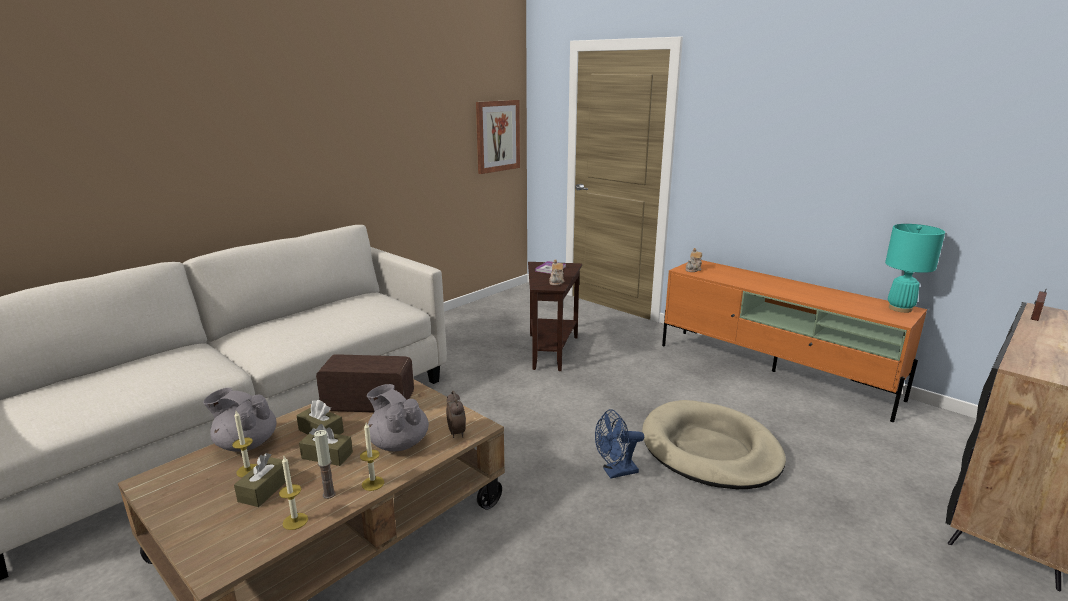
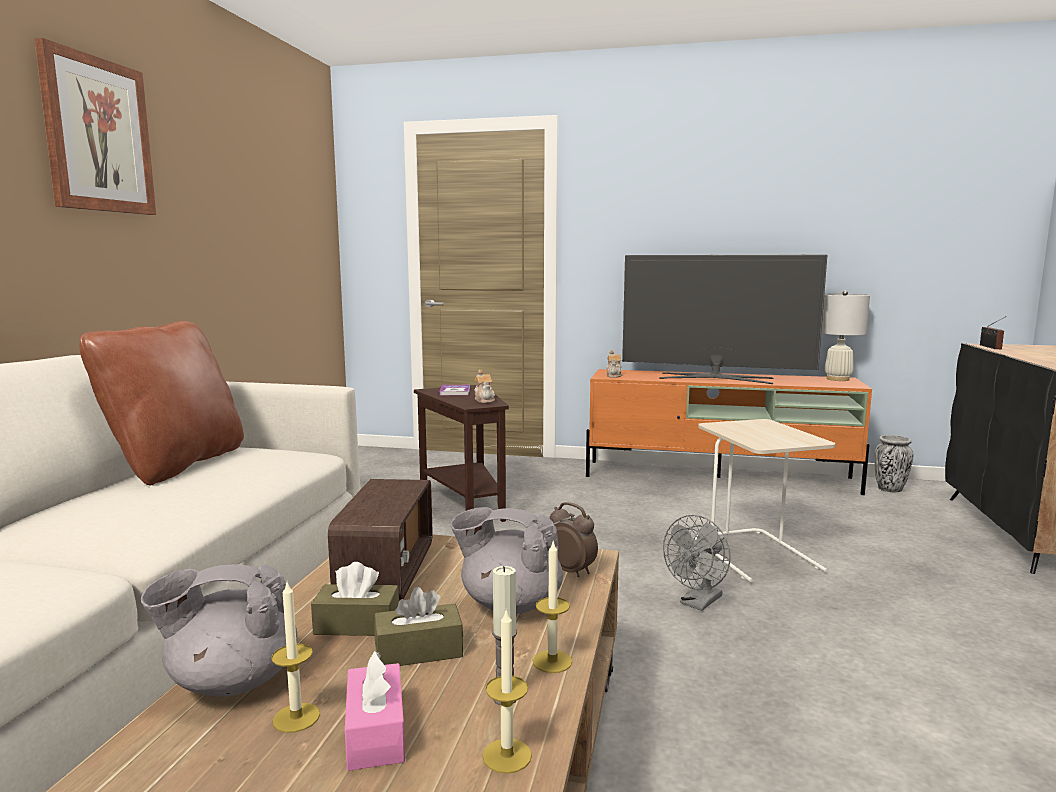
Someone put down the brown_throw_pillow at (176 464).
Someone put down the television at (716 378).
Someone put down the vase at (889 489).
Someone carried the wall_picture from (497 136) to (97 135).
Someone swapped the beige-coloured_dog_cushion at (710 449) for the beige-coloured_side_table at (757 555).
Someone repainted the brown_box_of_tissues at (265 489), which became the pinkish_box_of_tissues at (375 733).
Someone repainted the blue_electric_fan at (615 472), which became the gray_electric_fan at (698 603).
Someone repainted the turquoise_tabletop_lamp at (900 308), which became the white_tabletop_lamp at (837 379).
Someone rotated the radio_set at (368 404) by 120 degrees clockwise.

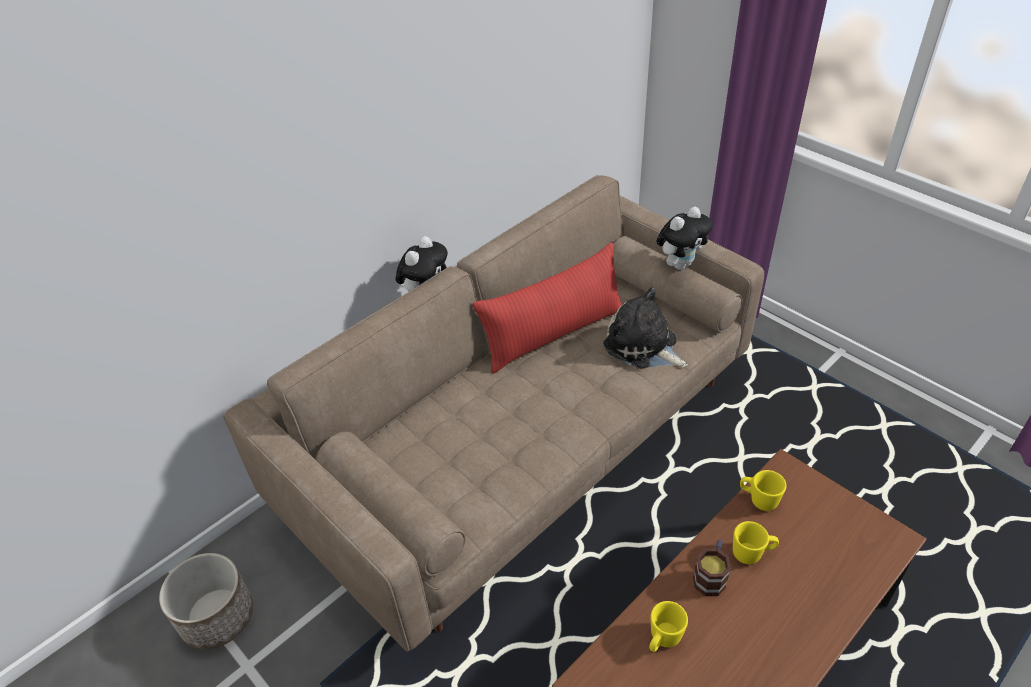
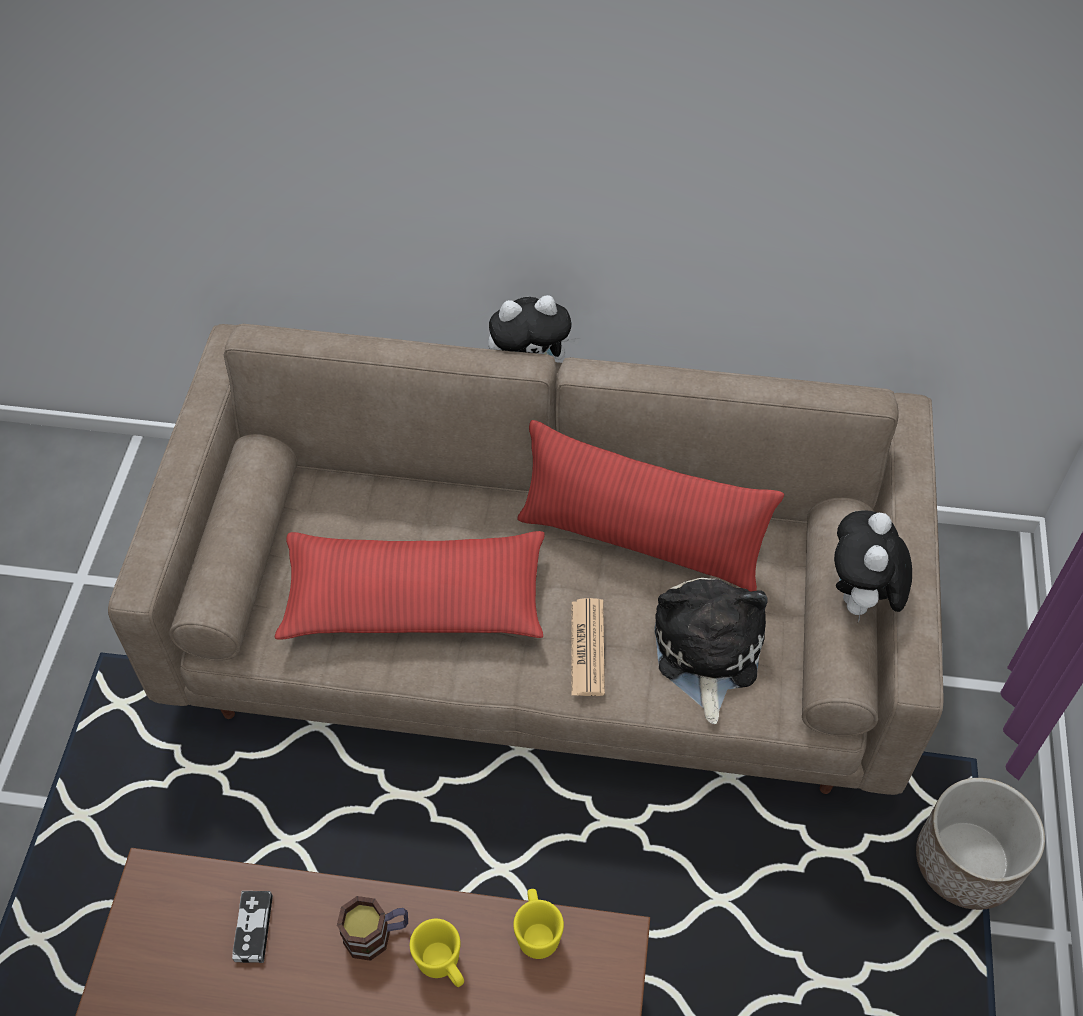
Someone put down the red_throw_pillow at (415 600).
Someone put down the newspaper at (587 648).
Someone carried the planter from (218 617) to (967 862).
Someone swapped the yellow-coloured_tea_mug at (662 639) for the game_controller at (253 928).
Someone rotated the soft_toy at (680 264) by 90 degrees clockwise.

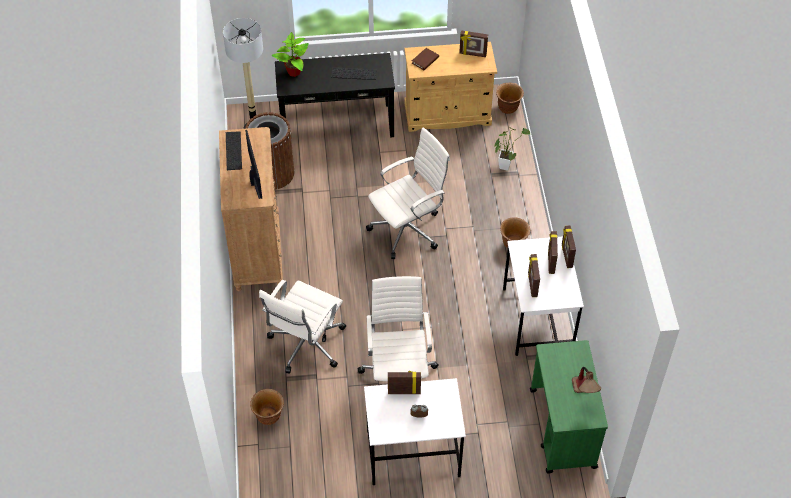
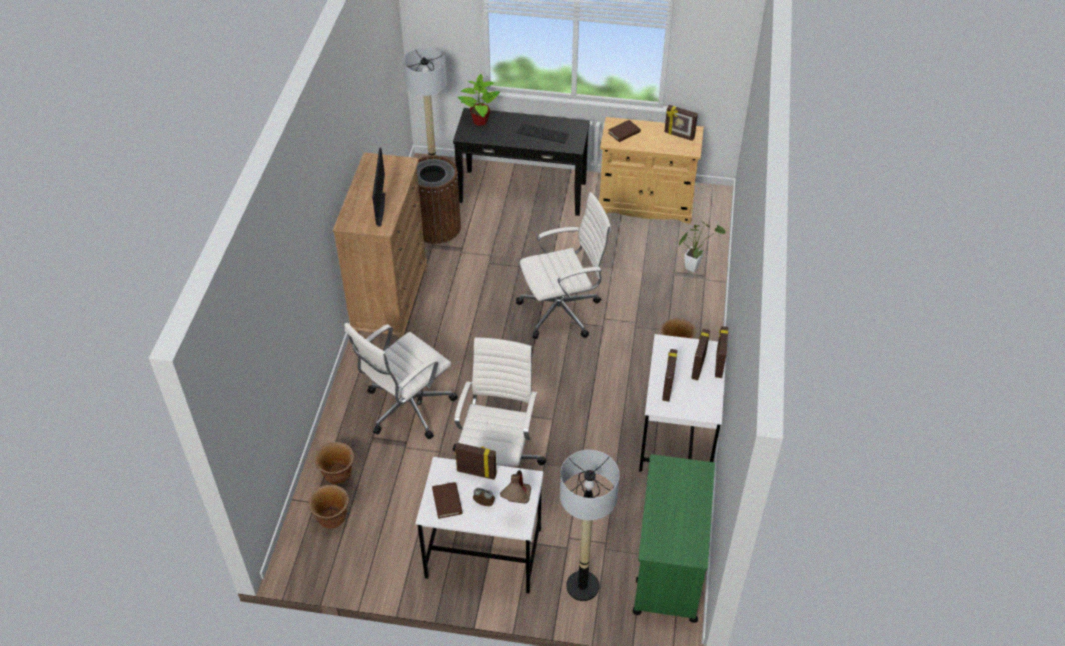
Someone took away the computer_keyboard at (232 150).
Someone put down the brown_volume at (447 501).
Someone put down the standard_lamp at (582 586).
Someone carried the brown_planter from (508 108) to (332 518).
Someone carried the tabletop_lamp from (584 394) to (517 505).

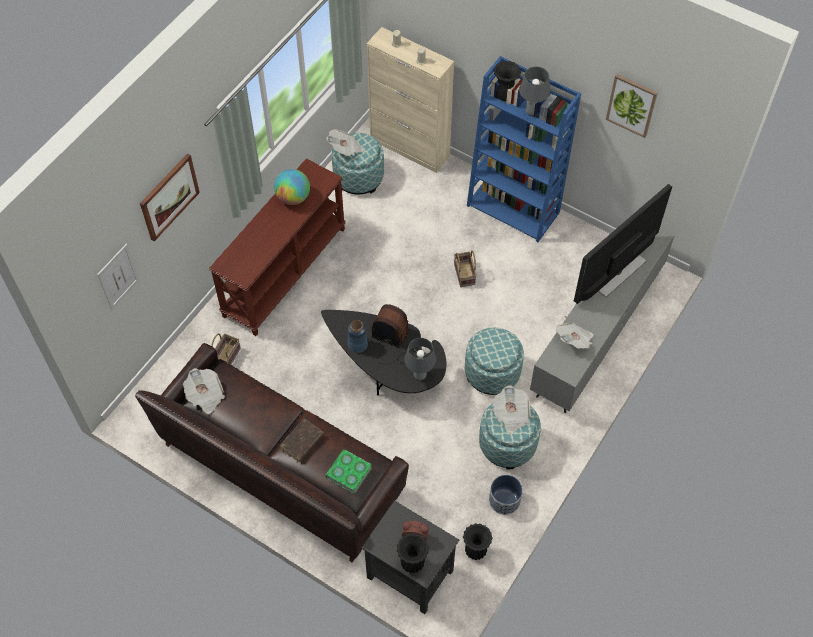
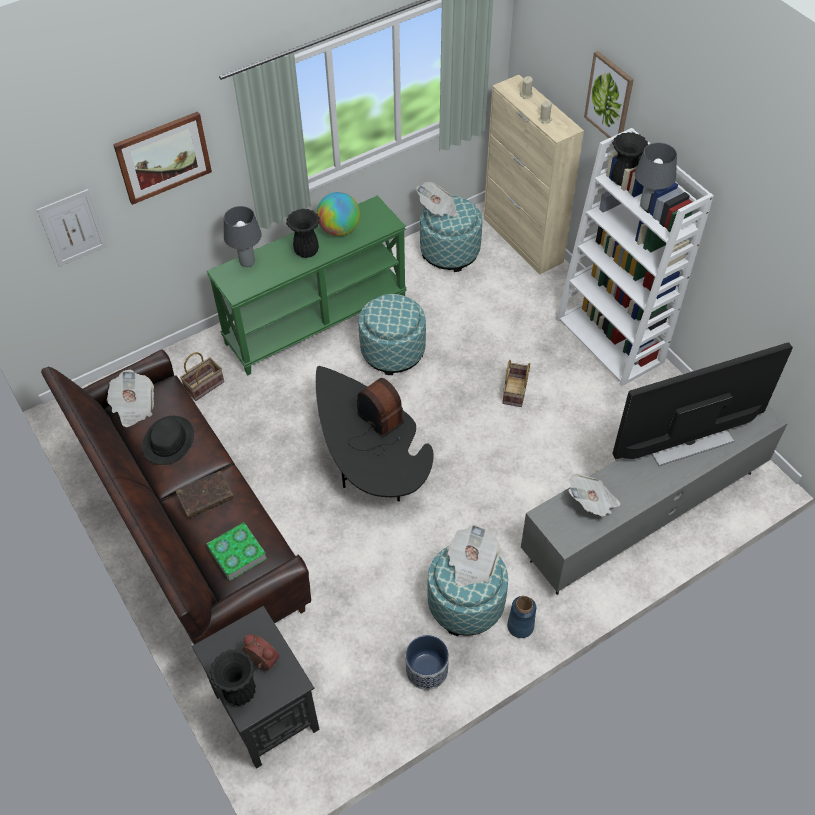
Someone put down the black_clothing_hat at (168 441).
Someone carried the blue_vase from (357 344) to (520 626).
Someone carried the gray_tabletop_lamp from (419 375) to (247 263).
Someone carried the black_vase from (475 551) to (306 252).
Someone carried the footrest from (492 373) to (393 351).
Someone carried the wall_picture from (631 105) to (609 98).
Someone repainted the brown_console_table at (284 271), which became the greenish_console_table at (316 319).
Someone repainted the blue_bookcase at (514 209), which became the white_bookcase at (611 341).

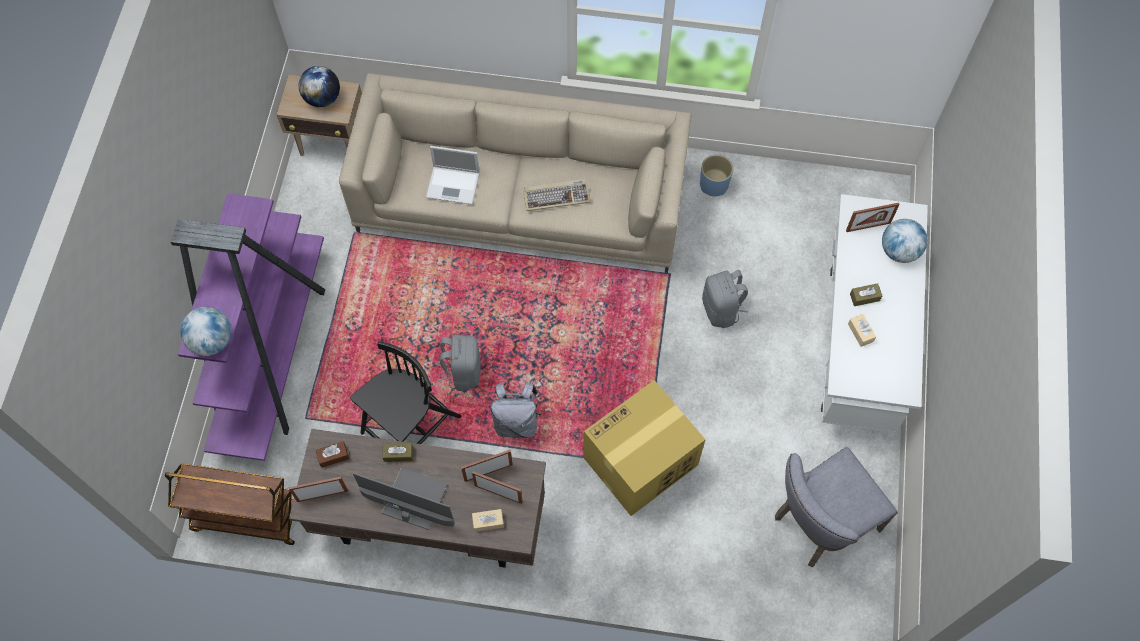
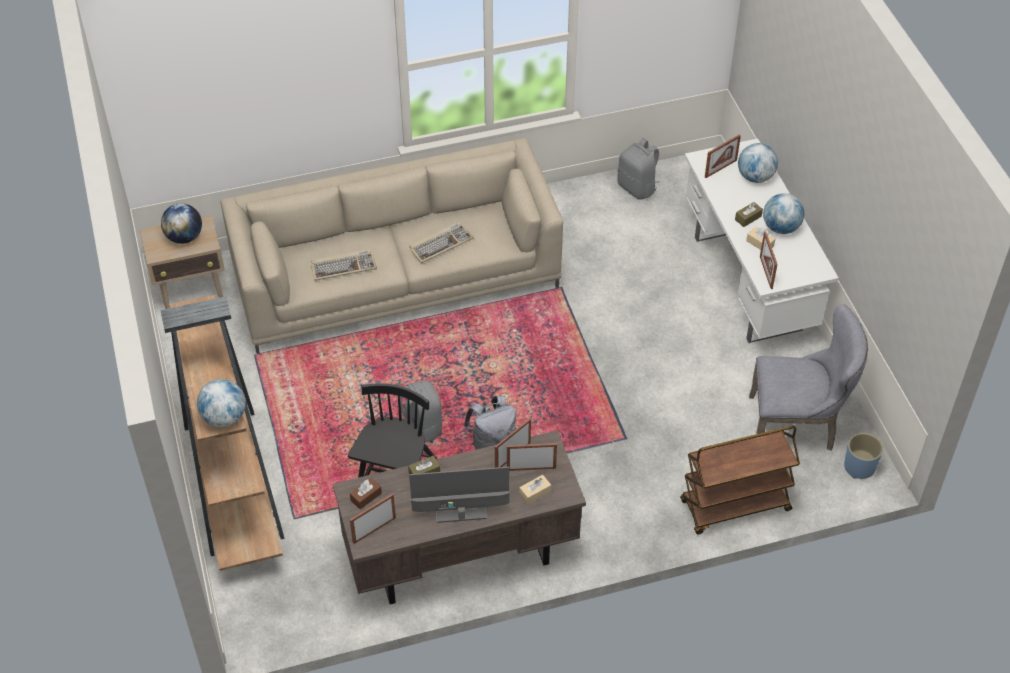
Someone took away the carton at (639 462).
Someone put down the standing_frame at (766 272).
Someone put down the world_globe at (781 228).
Someone carried the brown_wheeled_cart from (246 517) to (734 507).
Someone carried the blue_planter from (714 184) to (859 467).
Someone carried the gray_backpack from (721 310) to (637 188).
Someone swapped the portable_computer at (454 185) for the computer_keyboard at (343 266).
Someone repainted the purplish_bookcase at (273 352), which became the brown_bookcase at (231 478).
Someone rotated the gray_plain_chair at (819 524) by 120 degrees counterclockwise.

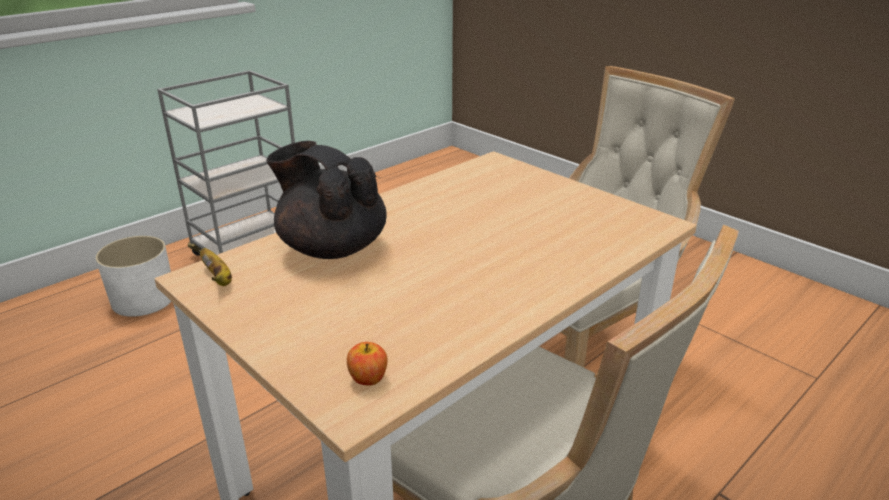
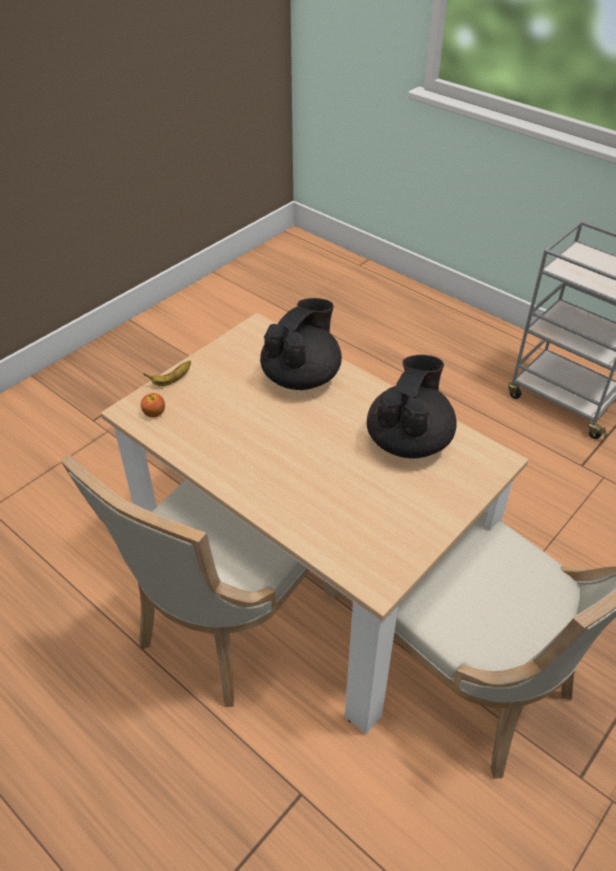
Someone took away the white_planter at (144 299).
Someone put down the black_pot_for_tea at (409 440).
Someone carried the banana from (219 278) to (171 380).

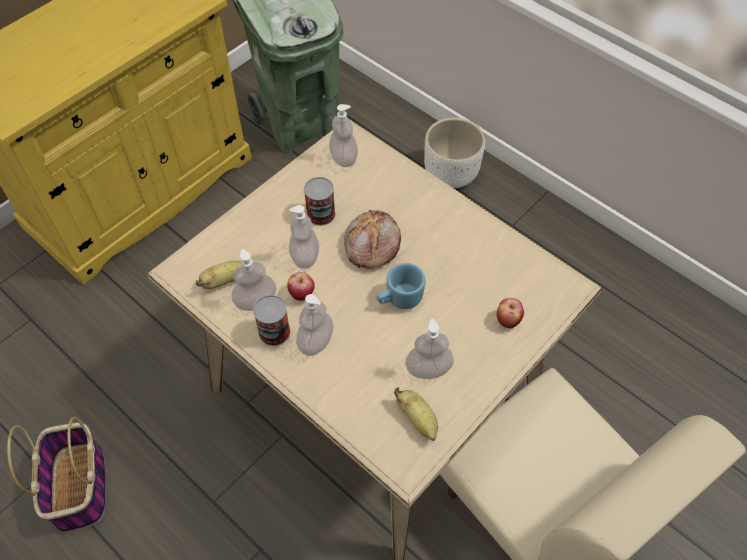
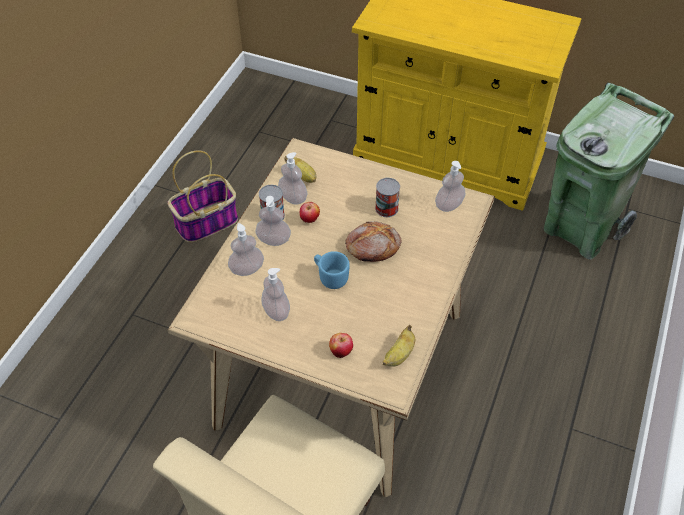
Someone took away the white_planter at (450 174).
Someone carried the soap_dispenser from (305 256) to (247 269).
Someone carried the banana from (418 420) to (399 355).

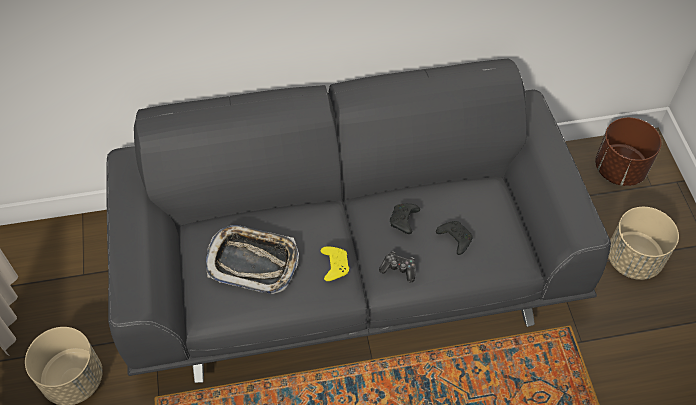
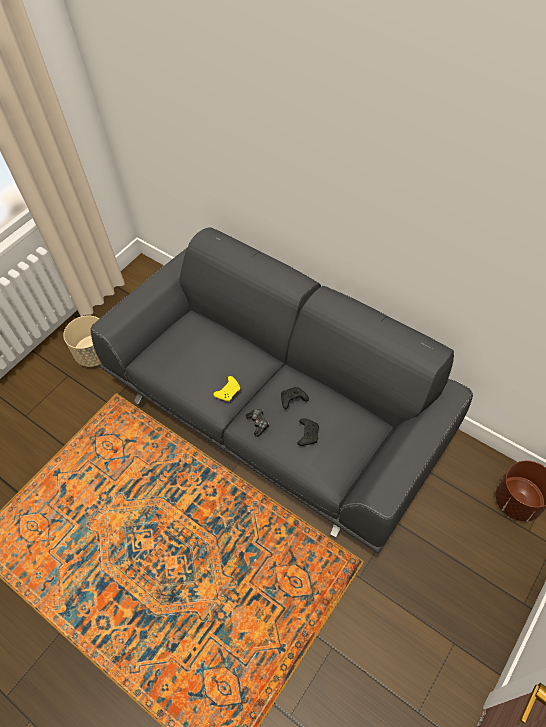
Someone took away the tray at (253 262).
Someone took away the beige-coloured_planter at (633 259).

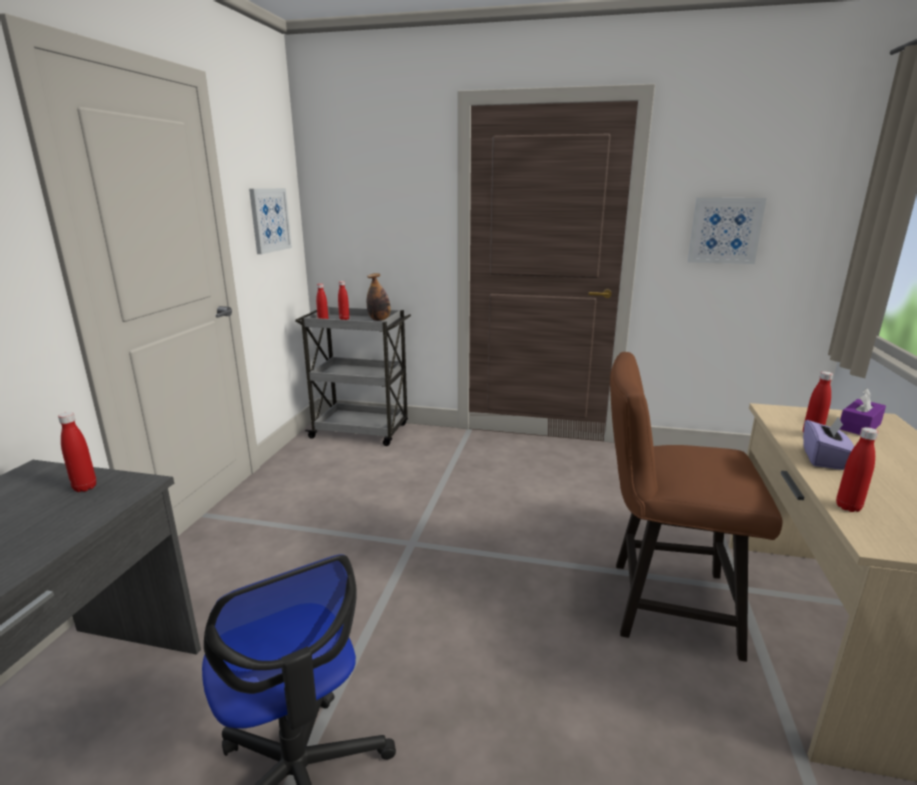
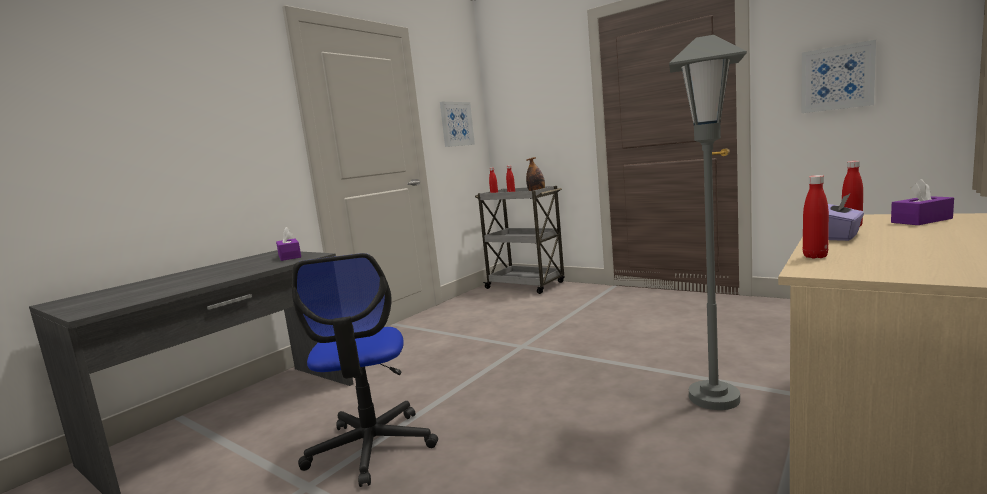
Someone swapped the red_beverage_bottle at (85 487) for the purplish_box_of_tissues at (289 256).
Someone swapped the brown_plain_chair at (661 604) for the gray_standard_lamp at (714 398).

